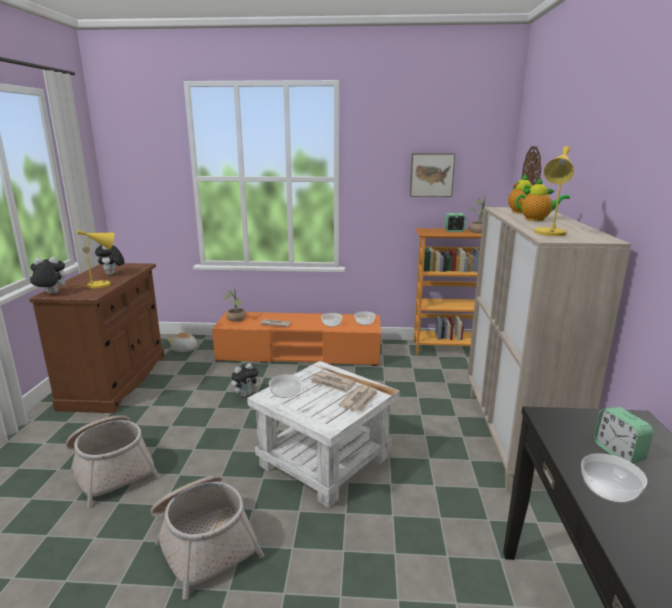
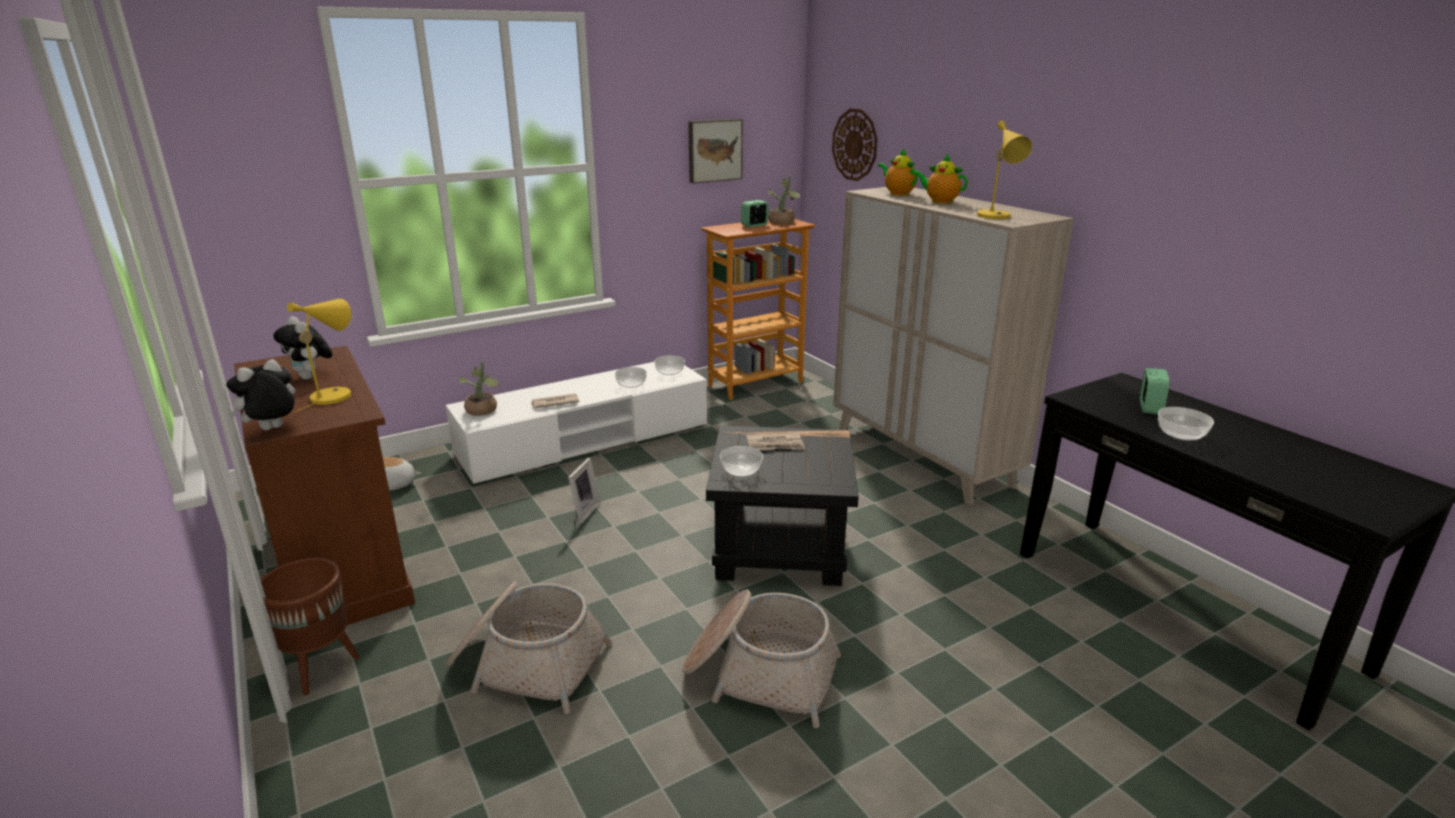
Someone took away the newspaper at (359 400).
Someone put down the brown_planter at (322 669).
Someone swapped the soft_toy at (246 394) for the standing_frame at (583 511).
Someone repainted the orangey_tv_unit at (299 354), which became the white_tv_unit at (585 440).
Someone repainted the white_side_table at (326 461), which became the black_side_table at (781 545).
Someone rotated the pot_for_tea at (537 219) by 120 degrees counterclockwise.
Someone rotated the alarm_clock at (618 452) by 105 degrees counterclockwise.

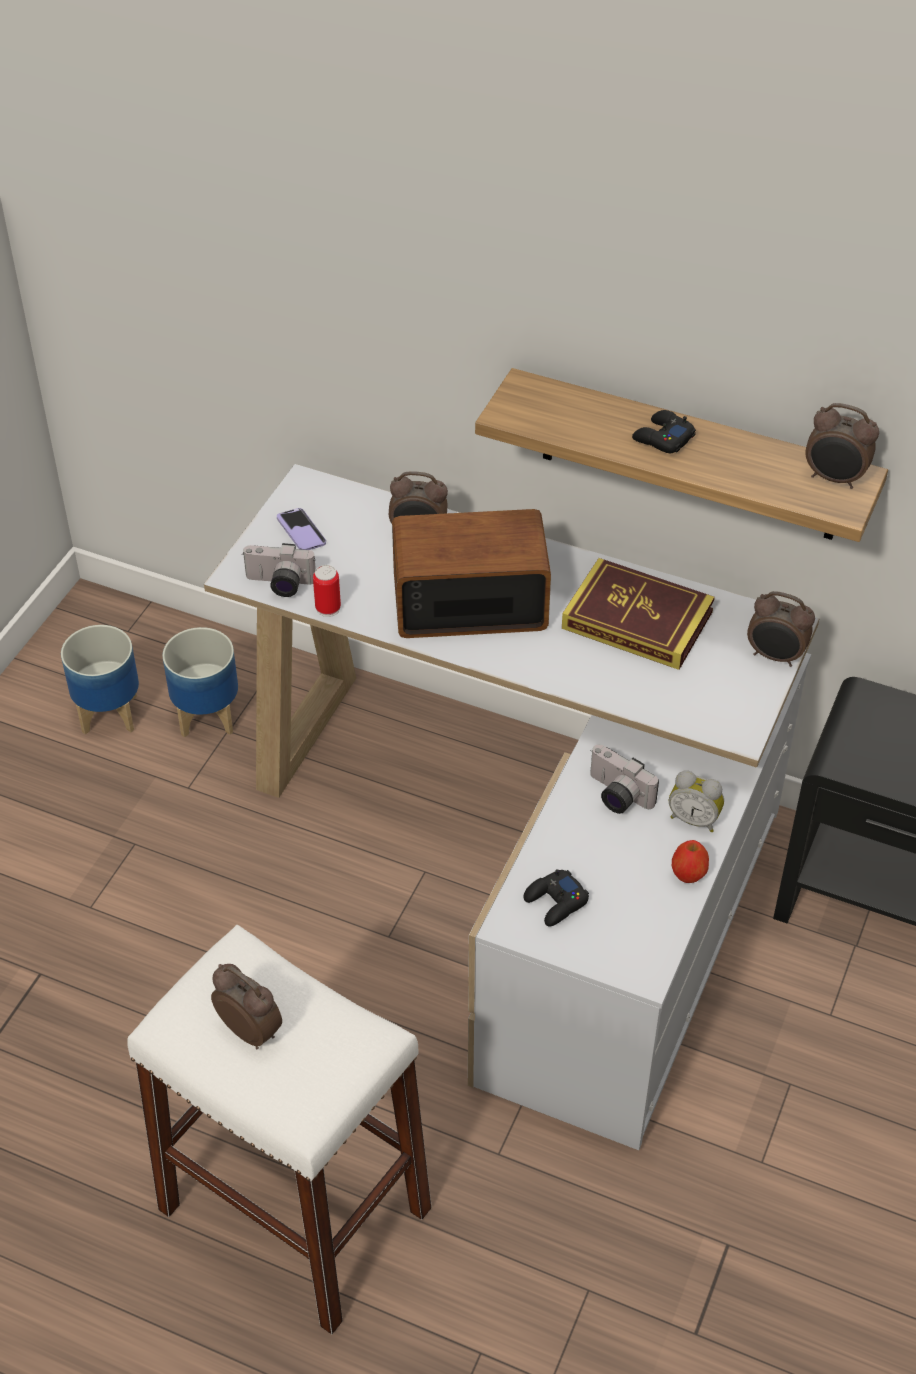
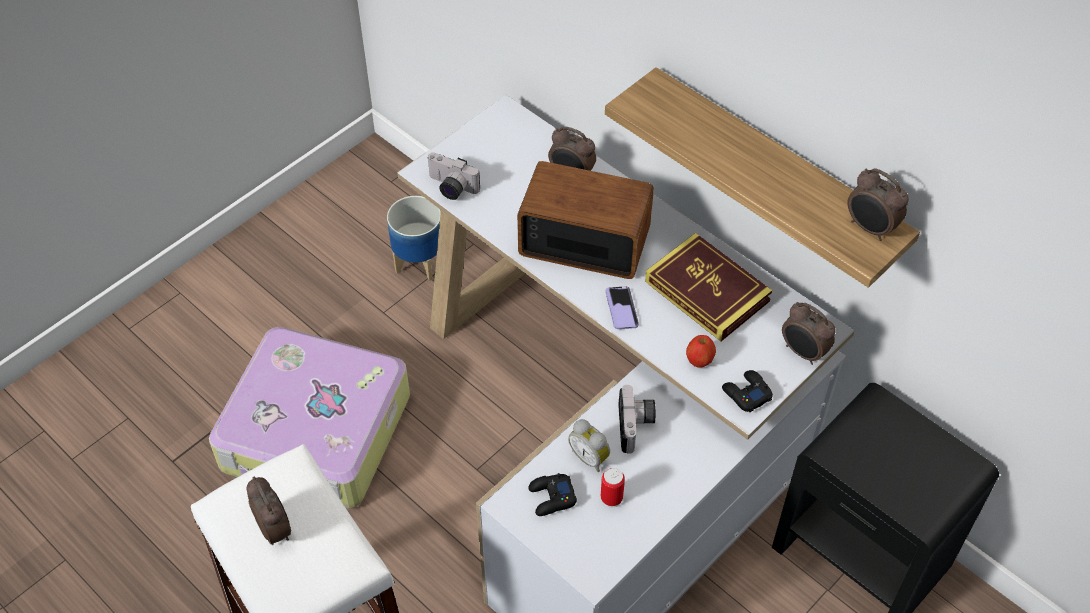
Someone took away the planter at (109 713).
Someone put down the piece_of_luggage at (317 434).
Someone carried the handset from (301 531) to (621 308).
Someone carried the can from (328 608) to (611 498).
Someone carried the black_game_controller from (662 438) to (746 394).
Someone carried the alarm_clock from (694 819) to (590 457).
Someone carried the apple from (688 874) to (699 361).
Someone rotated the photo_camera at (616 795) by 150 degrees counterclockwise.

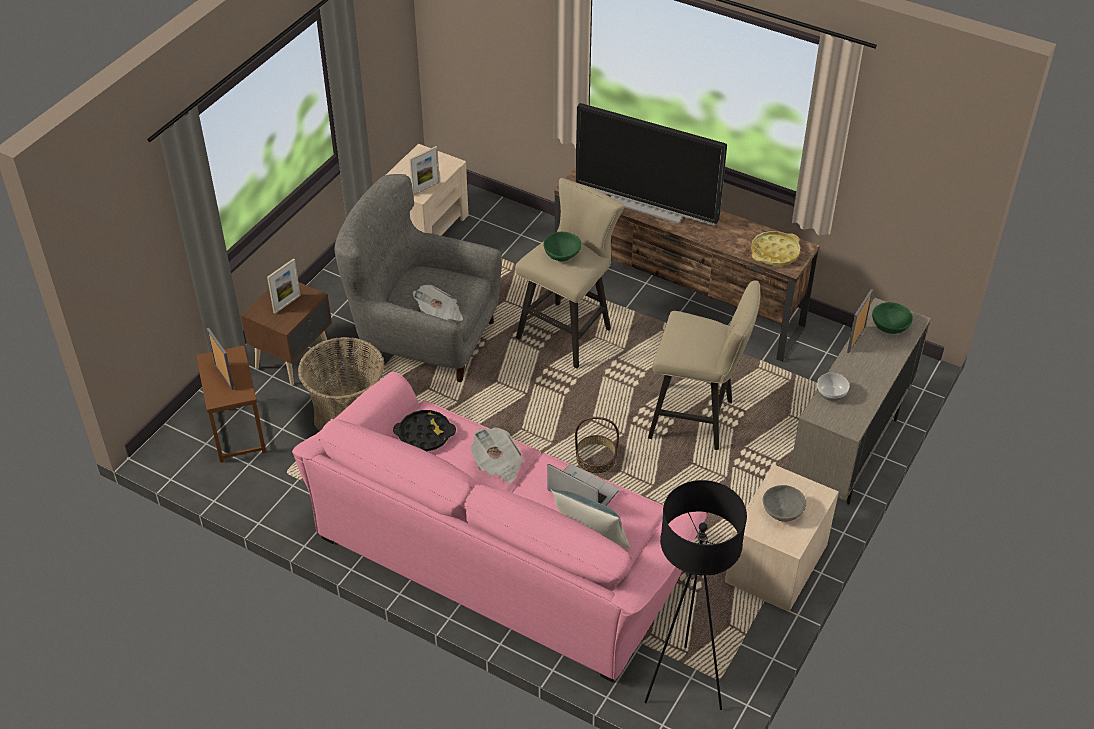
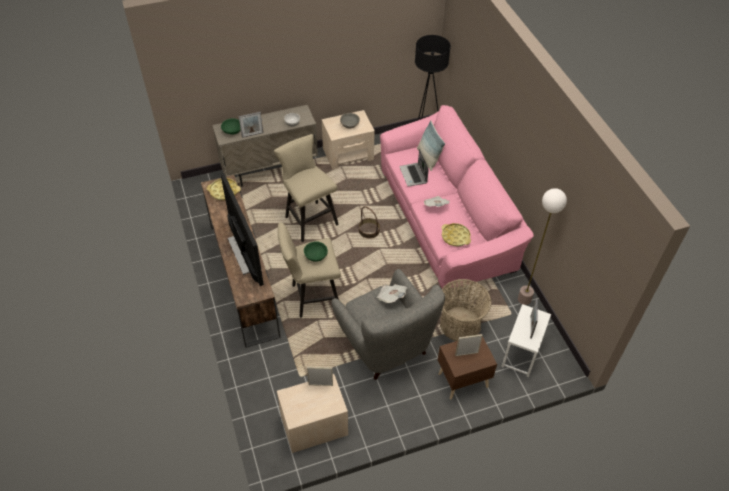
Someone put down the standard_lamp at (524 299).
Someone repainted the brown_side_table at (236 430), which became the white_side_table at (521 354).
Someone repainted the black_tray at (425 434), which became the yellow-coloured_tray at (455 237).

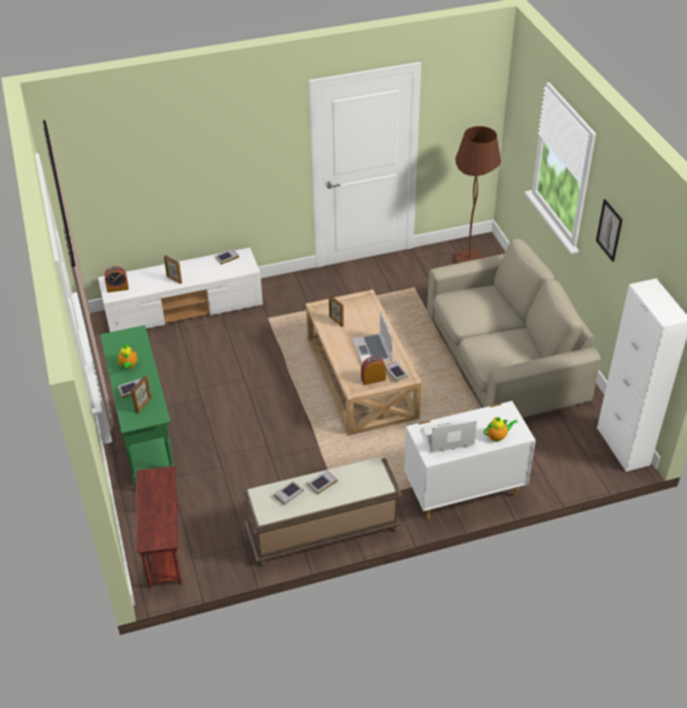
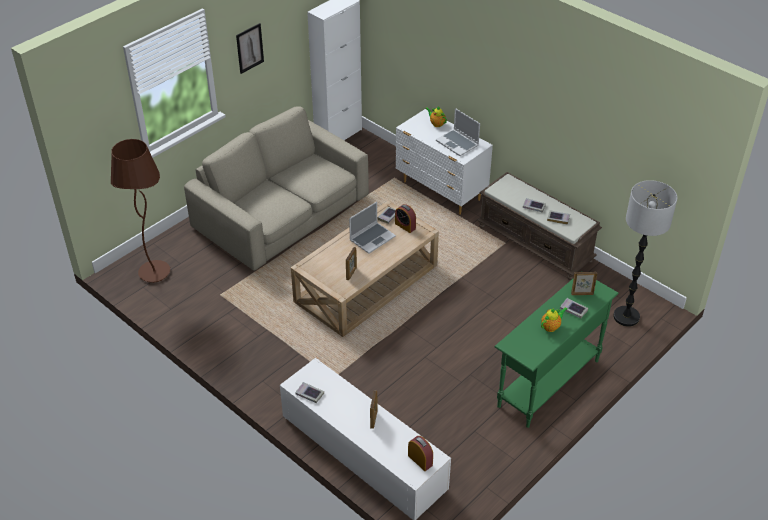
Someone swapped the brown_side_table at (165 547) for the standard_lamp at (626 317).

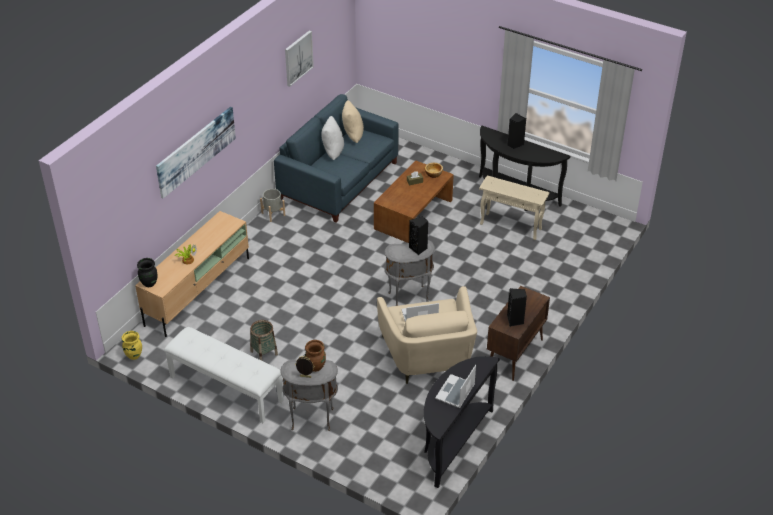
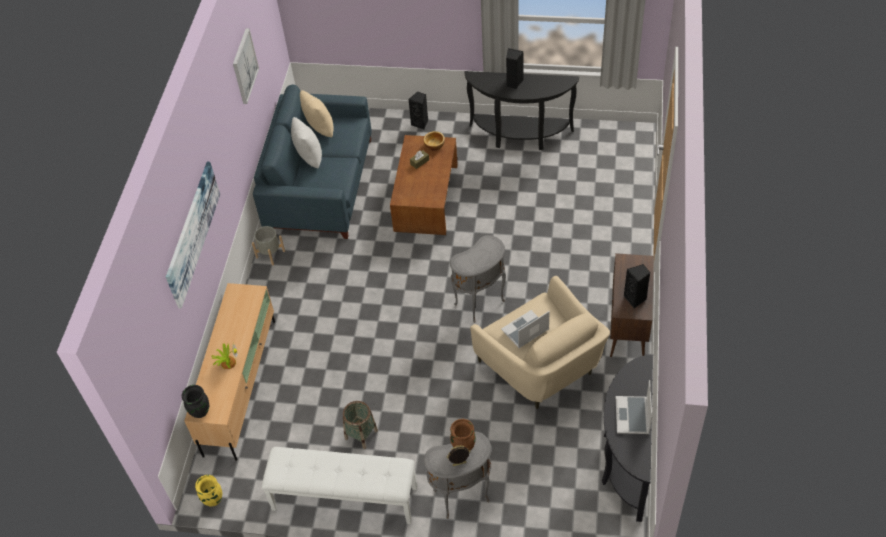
Someone took away the beige-coloured_side_table at (510 226).
Someone carried the black_speaker from (419 249) to (420 123).

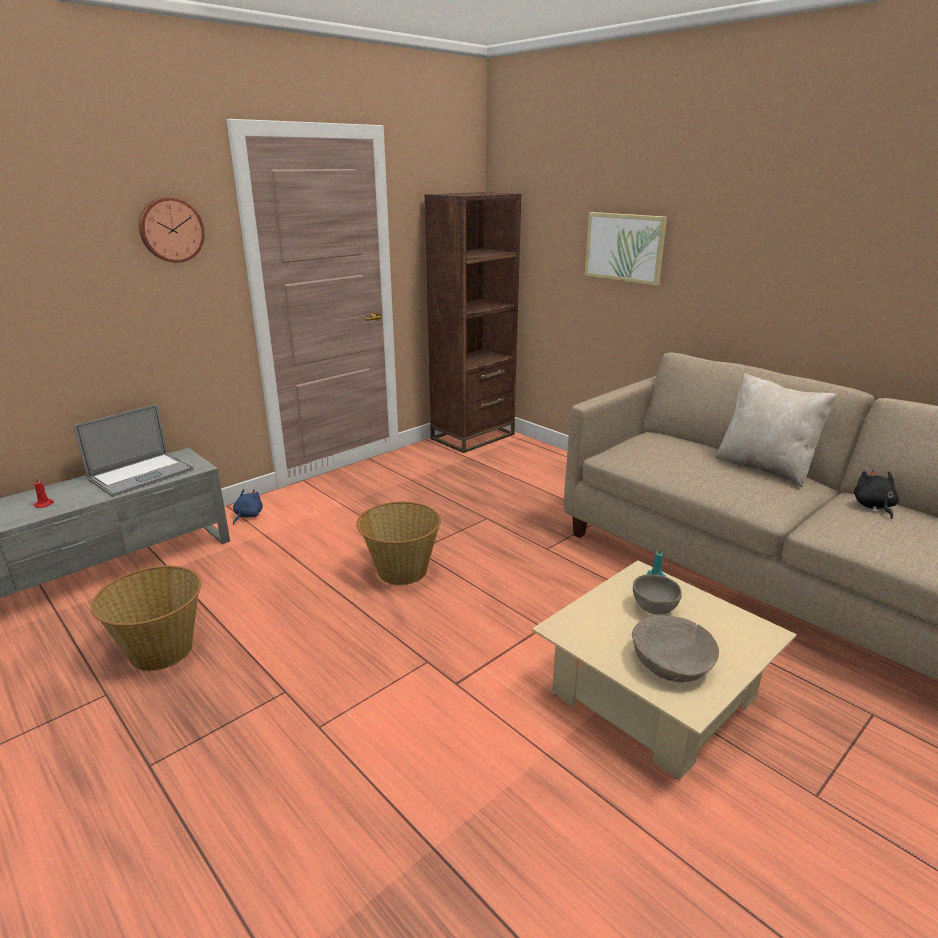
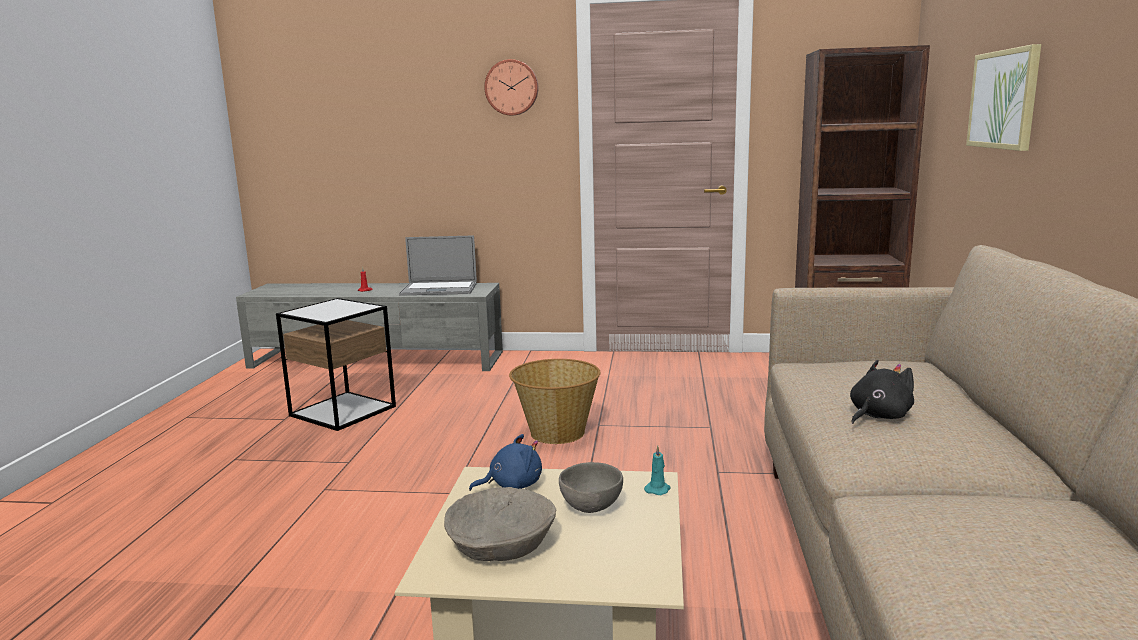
Someone took away the beige-coloured_throw_pillow at (764 468).
Someone carried the blue_soft_toy from (247 516) to (512 486).
Someone carried the black_soft_toy from (873 507) to (877 416).
Someone swapped the household_basket at (161 650) for the side_table at (343 411).

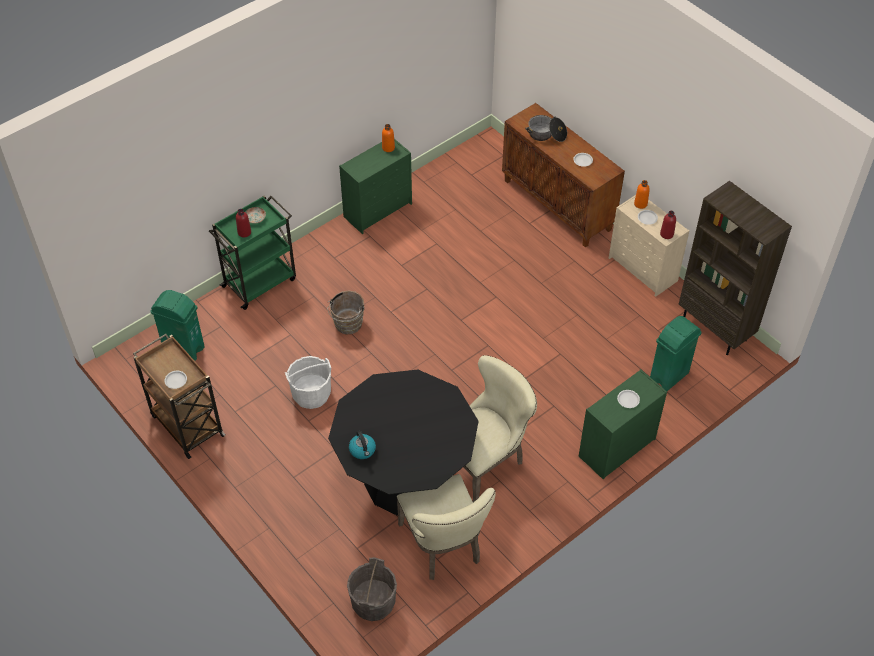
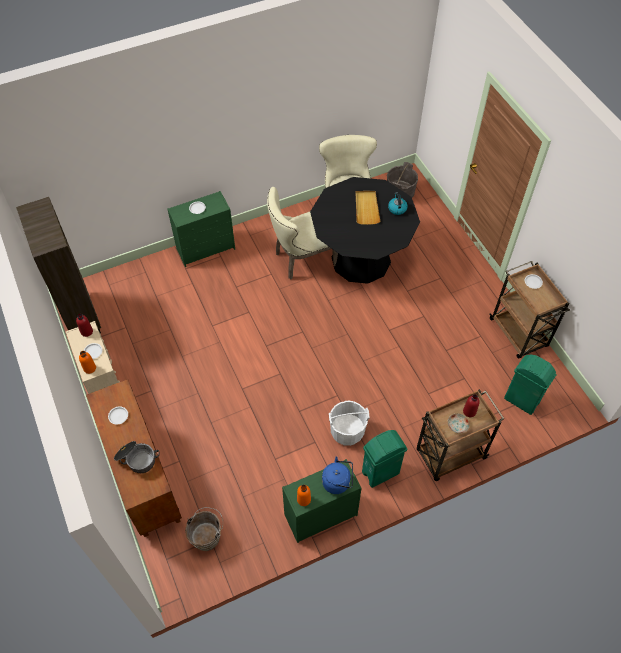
Someone put down the blue_tea_kettle at (338 482).
Someone put down the beige-coloured_tray at (366 208).
Someone carried the white_water_bucket from (311 394) to (347 431).
Someone carried the brown_water_bucket from (347 325) to (207 536).
Someone carried the greenish_rubbish_bin from (668 376) to (381 473).
Someone repainted the greenish_wheeled_cart at (260 282), which became the brown_wheeled_cart at (449 455).

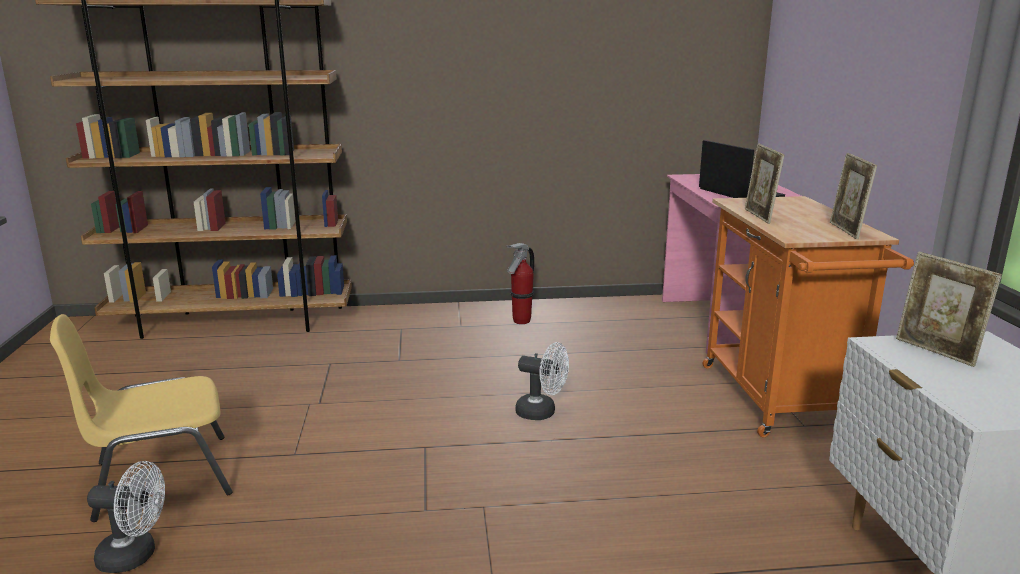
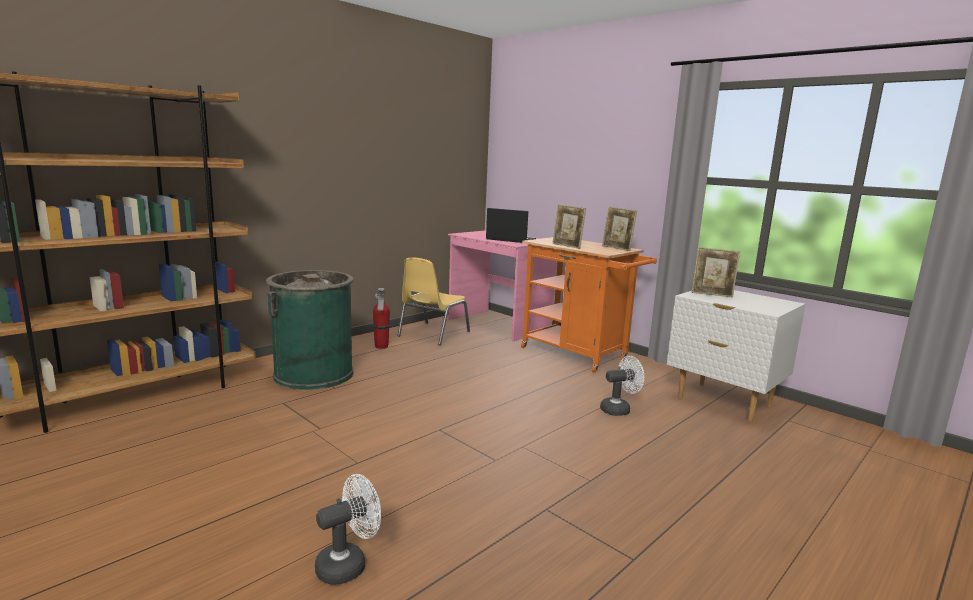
Someone put down the greenish_rubbish_bin at (314 374).
Someone carried the yellow-coloured_plain_chair from (160 477) to (432 334).
Someone carried the white_electric_fan from (542 412) to (619 409).

